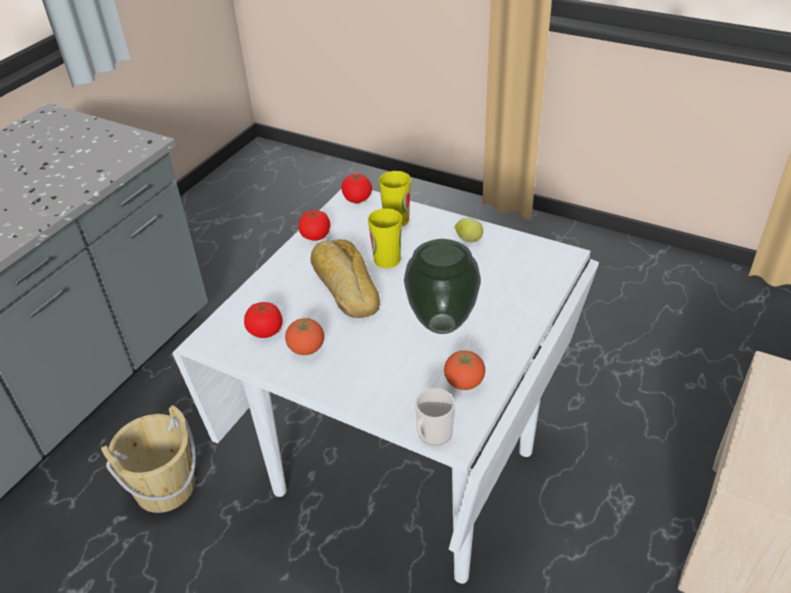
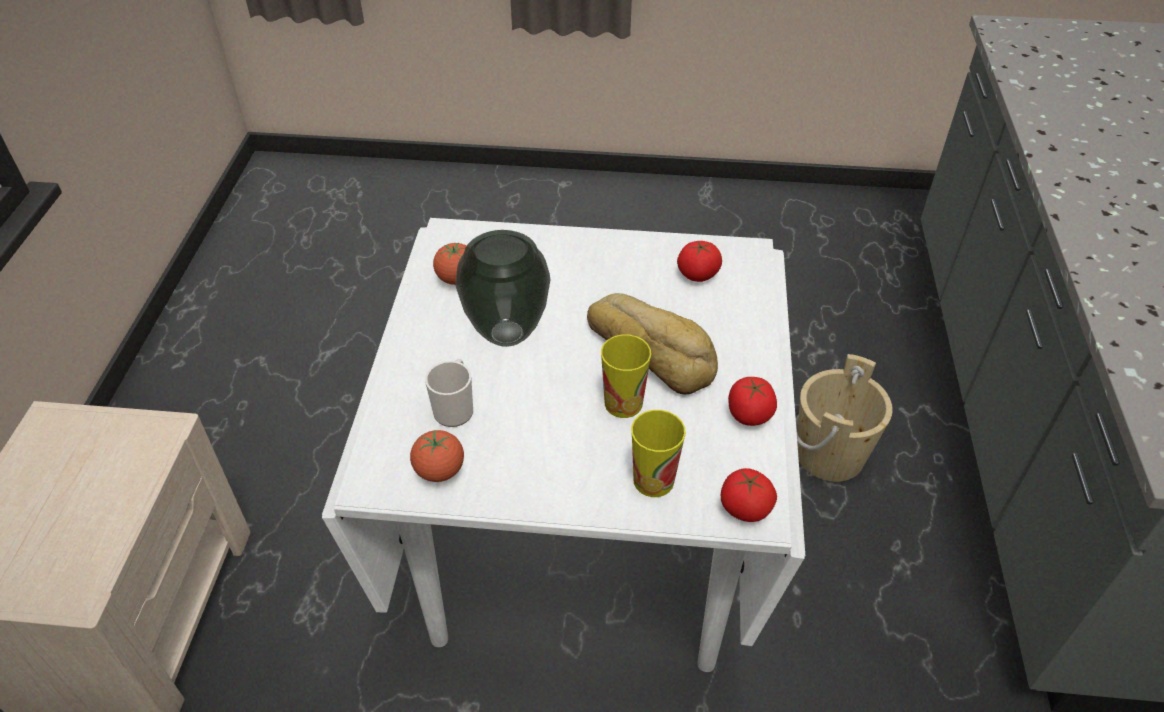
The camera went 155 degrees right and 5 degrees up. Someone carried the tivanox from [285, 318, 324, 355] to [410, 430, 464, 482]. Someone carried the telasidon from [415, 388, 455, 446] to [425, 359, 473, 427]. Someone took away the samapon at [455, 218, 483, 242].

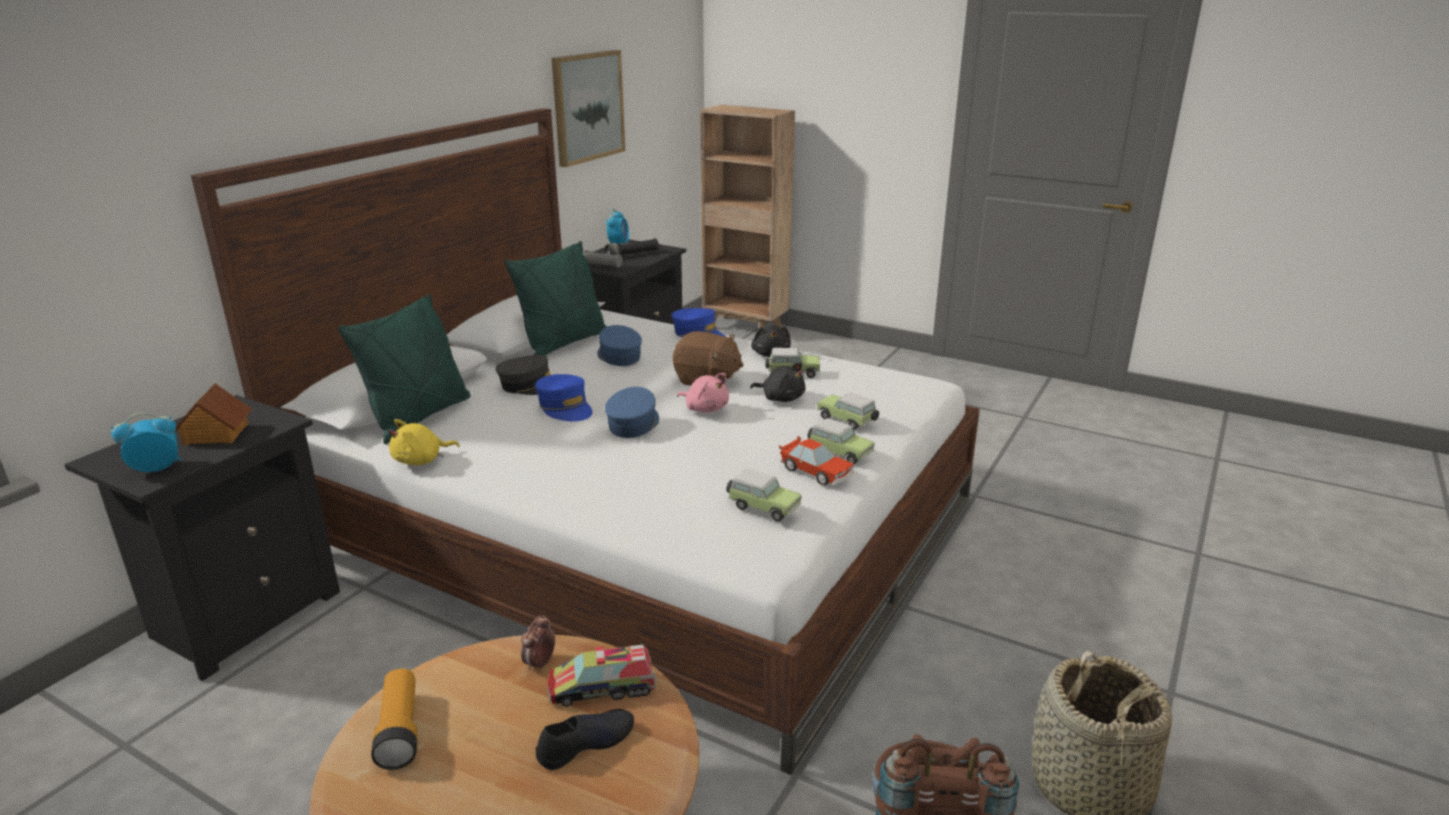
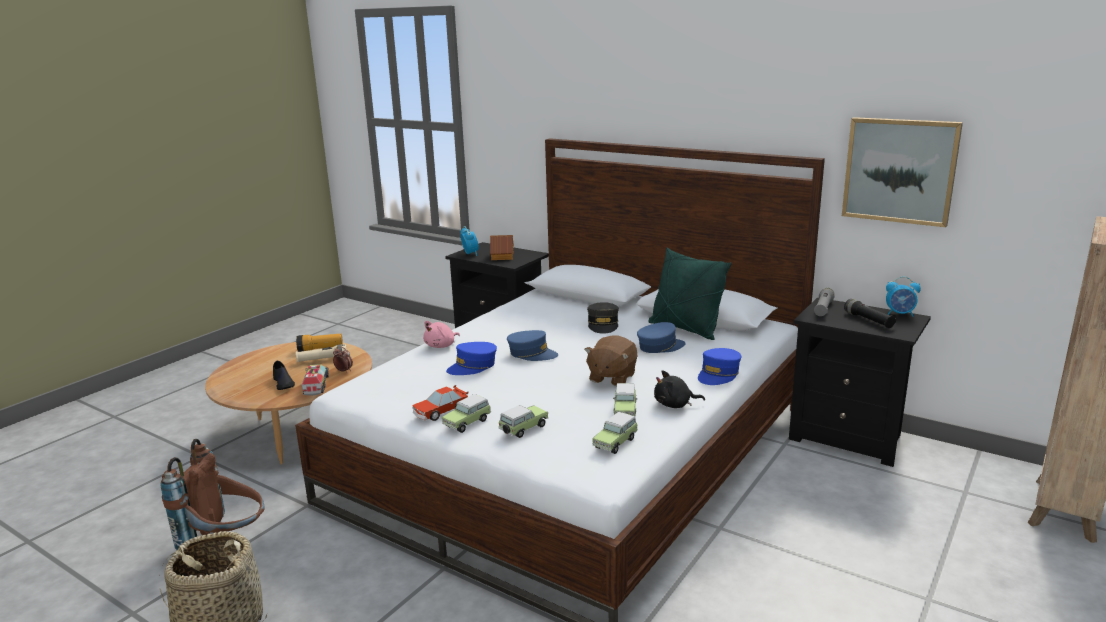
The camera went 95 degrees right and 5 degrees down. Someone took away the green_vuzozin at [338, 294, 471, 444]. Someone took away the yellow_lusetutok at [388, 419, 460, 465]. Someone carried the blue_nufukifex from [535, 374, 592, 422] to [446, 342, 497, 375]. Someone carried the pink_lusetutok from [677, 373, 729, 413] to [423, 321, 460, 348]. Someone carried the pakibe from [726, 469, 802, 522] to [592, 412, 638, 454]. Someone took away the black_lusetutok at [750, 363, 806, 402]. Someone put down the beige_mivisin at [296, 344, 347, 363].

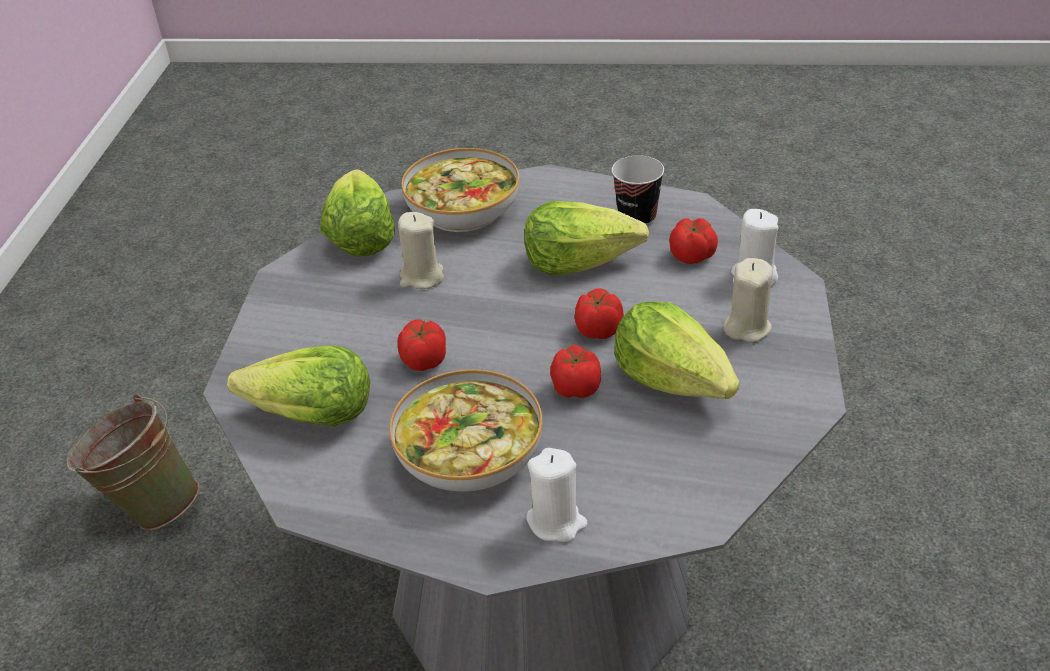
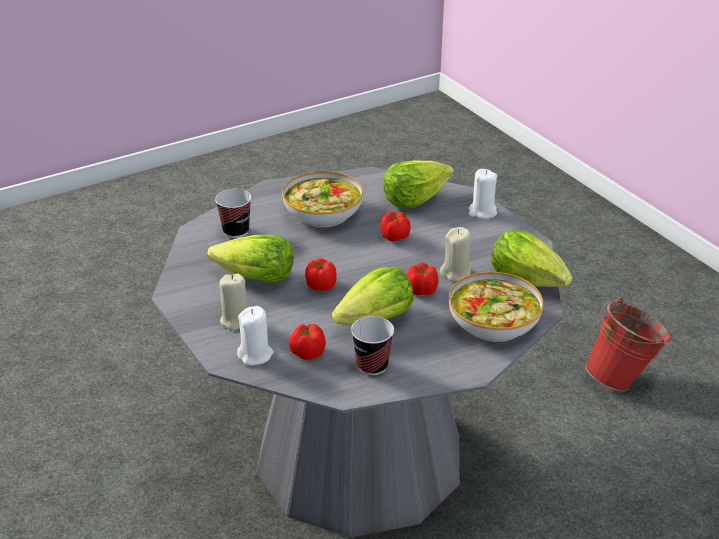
The camera went 140 degrees right and 5 degrees down. Someone repainted the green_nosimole at [66, 394, 199, 530], which became the red_nosimole at [586, 298, 671, 391]. Someone carried the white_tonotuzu from [526, 448, 588, 542] to [468, 169, 497, 219]. Someone carried the tivanox from [550, 345, 601, 398] to [406, 263, 439, 295]. Someone put down the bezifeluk at [215, 189, 251, 238].

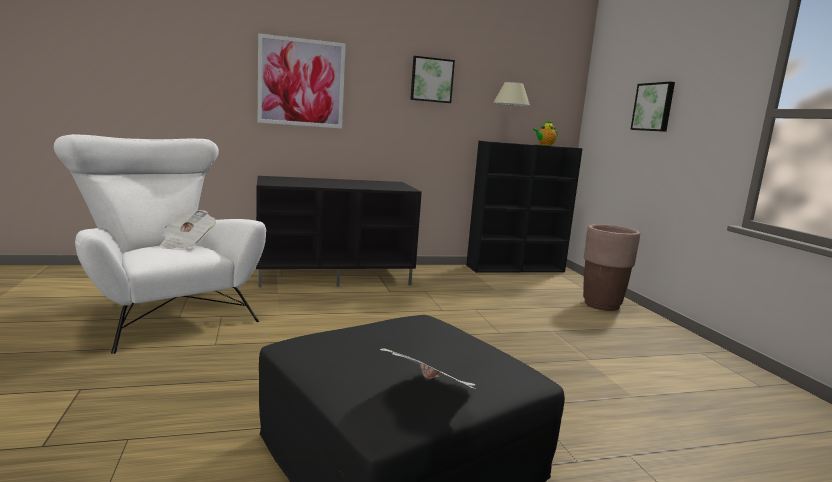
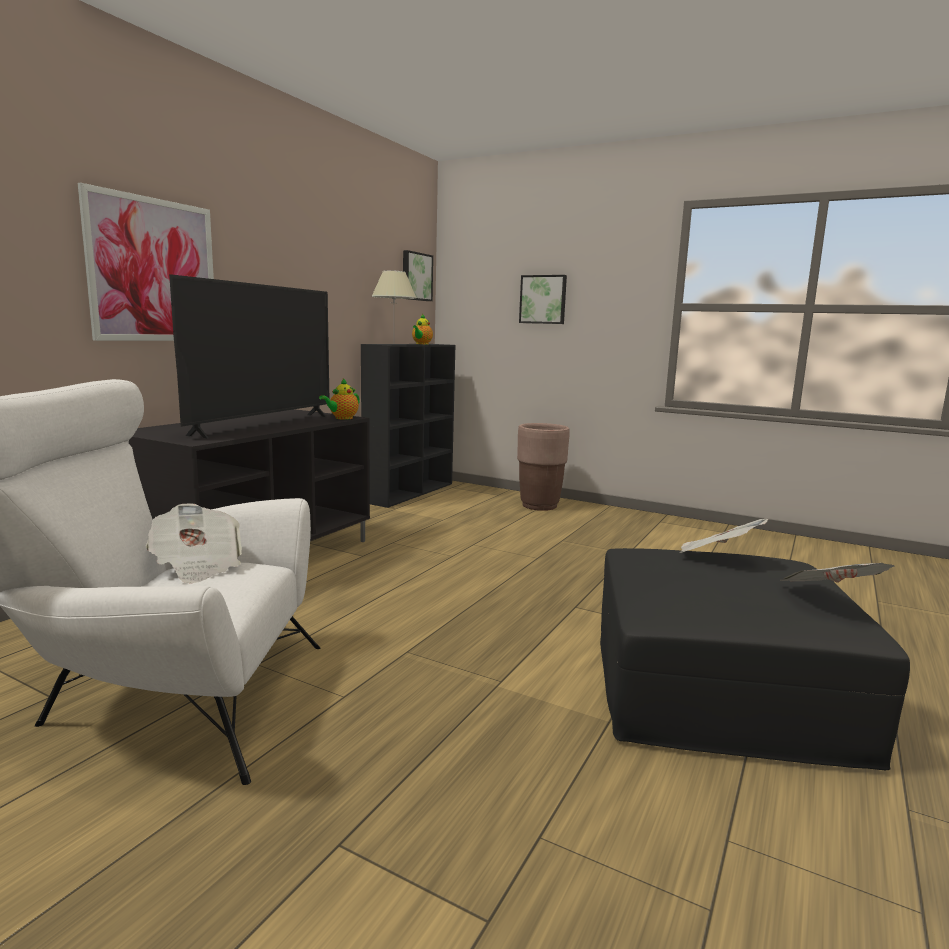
The camera went 45 degrees left and 0 degrees up. Someone carried the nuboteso from [410, 56, 455, 103] to [403, 250, 433, 301]. Someone put down the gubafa at [169, 274, 329, 438]. Someone put down the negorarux at [319, 378, 360, 420]. Someone put down the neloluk at [680, 519, 768, 553].

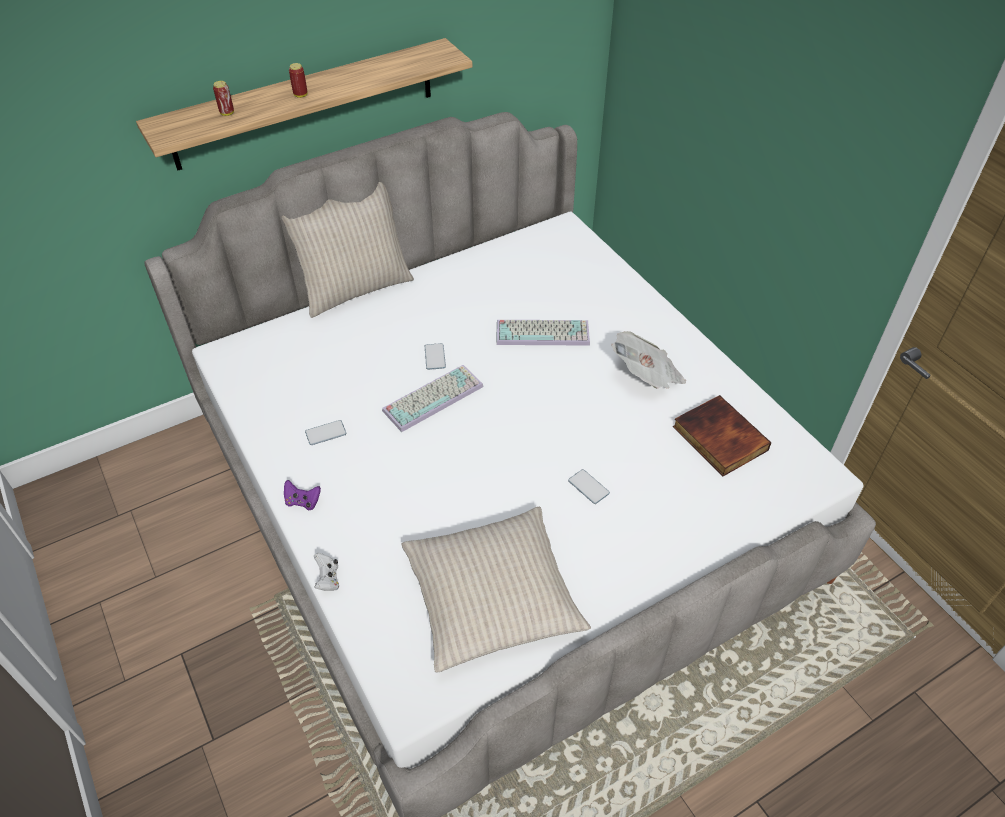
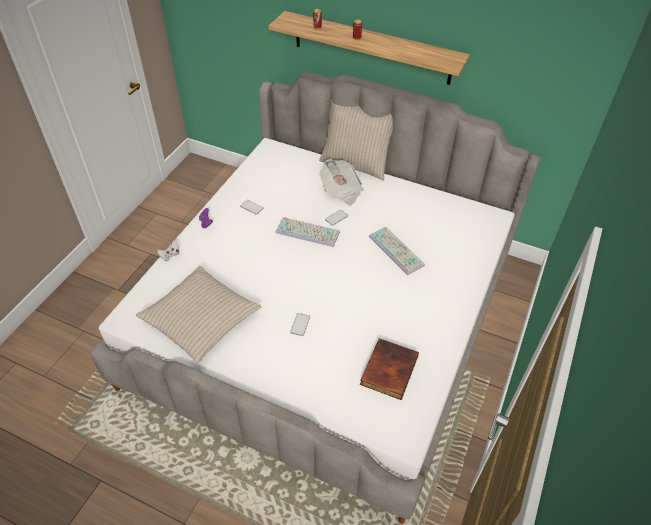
The camera went 55 degrees right and 0 degrees up. Someone carried the neloluk from [611, 331, 686, 389] to [320, 159, 364, 205].

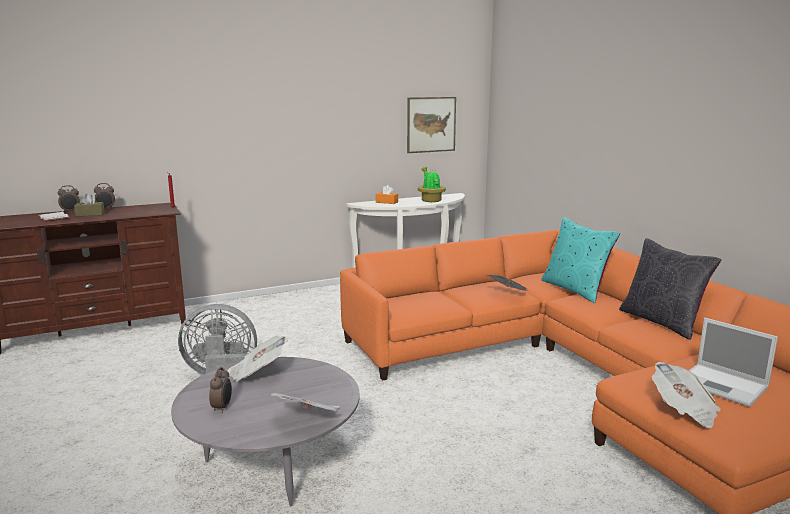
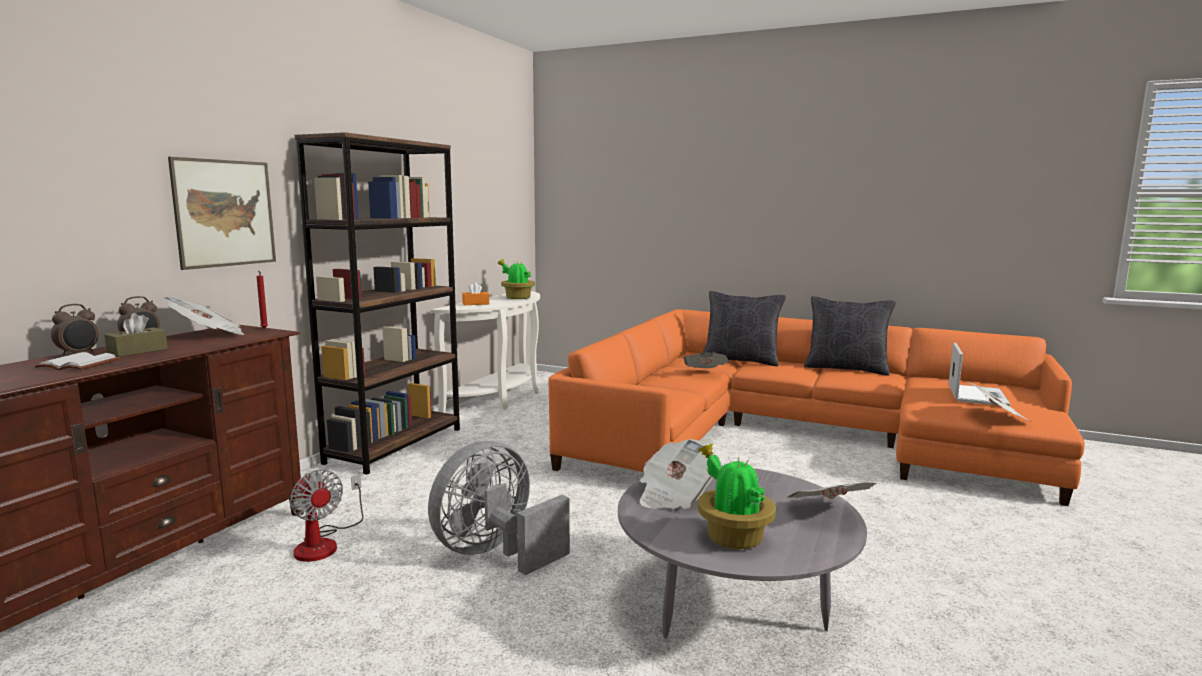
The camera went 40 degrees left and 5 degrees down. Someone swapped the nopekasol at [209, 367, 232, 413] for the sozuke at [698, 444, 776, 549]. Someone carried the nuboteso from [407, 97, 456, 153] to [168, 157, 276, 270]. Someone repainted the turquoise_vuzozin at [541, 217, 620, 303], which became the black_vuzozin at [703, 291, 786, 366]. Someone rotated the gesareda at [689, 318, 778, 407] by 75 degrees counterclockwise. Someone put down the neloluk at [163, 297, 244, 335]. Someone put down the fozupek at [290, 470, 363, 562]. Someone put down the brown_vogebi at [294, 132, 460, 475].

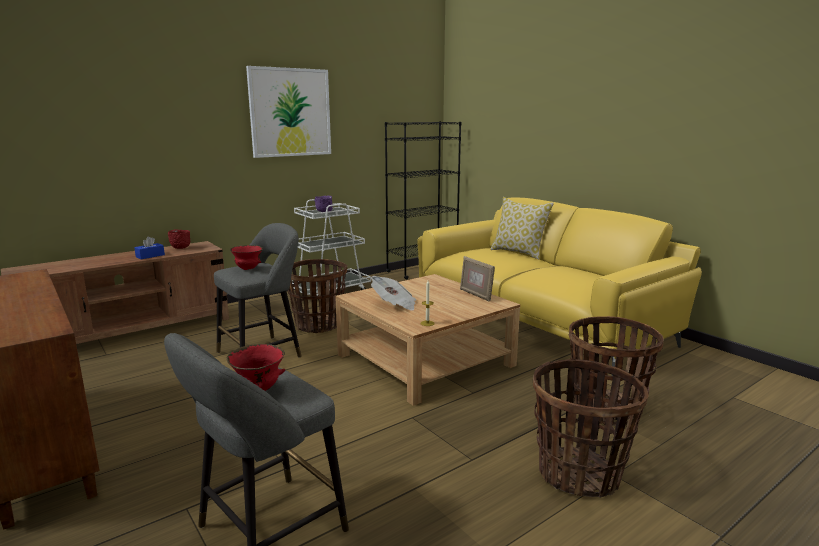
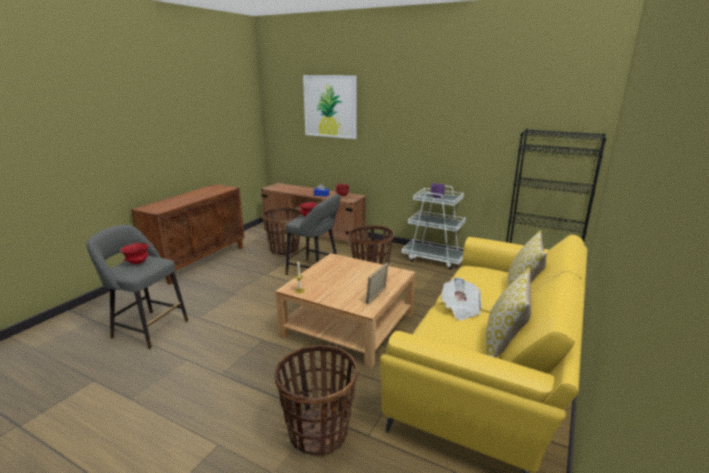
The camera went 65 degrees right and 5 degrees up. Someone carried the nuboteso from [246, 66, 331, 158] to [303, 75, 357, 139]. Someone carried the neloluk from [371, 276, 416, 311] to [441, 277, 482, 320]. Someone carried the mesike from [533, 359, 649, 498] to [262, 207, 302, 255]. Someone put down the vuzozin at [486, 268, 531, 358].

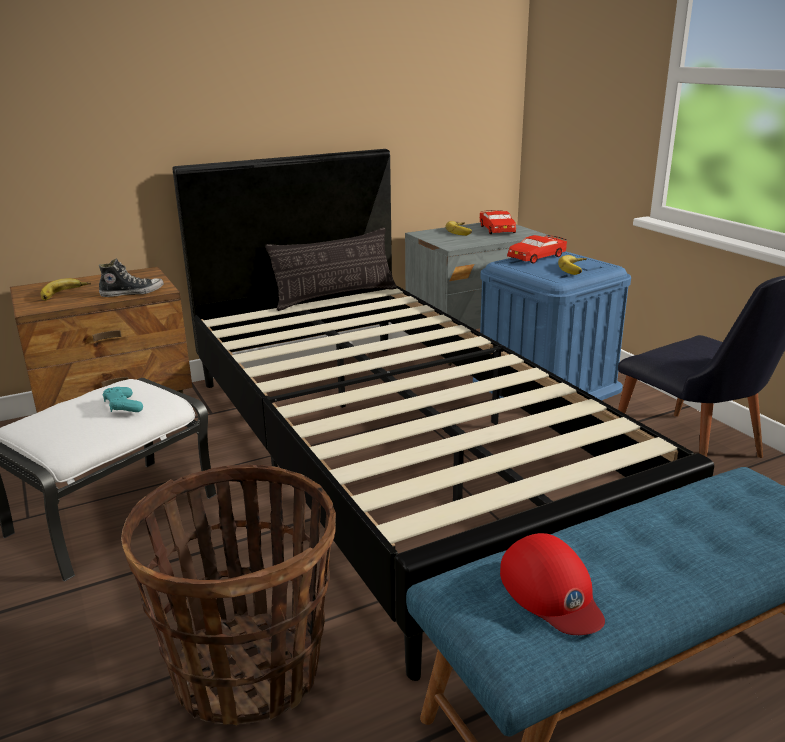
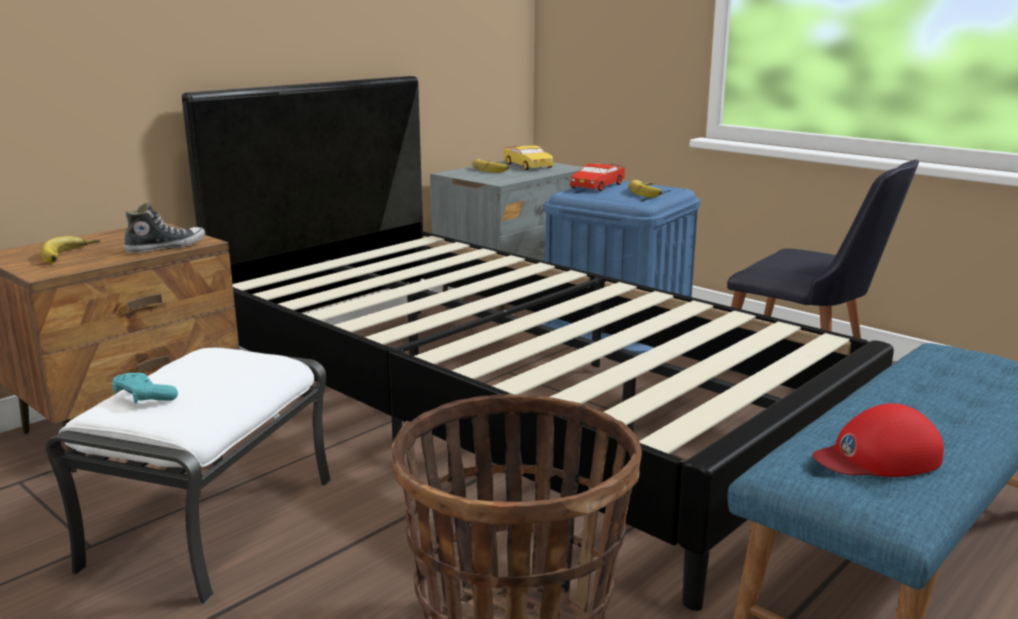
The camera went 20 degrees left and 5 degrees down. Someone carried the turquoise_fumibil from [103, 387, 143, 412] to [112, 373, 178, 404]. Someone took away the vuzozin at [265, 228, 397, 311]. Someone repainted the red_pakibe at [480, 210, 516, 234], which became the yellow_pakibe at [504, 146, 554, 170]. Someone rotated the red_nufukifex at [500, 533, 605, 635] by 120 degrees clockwise.

